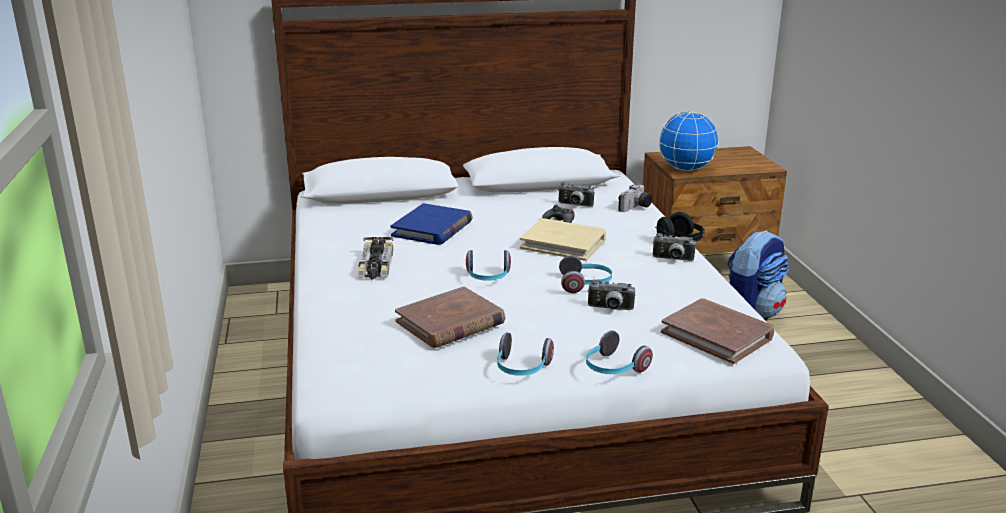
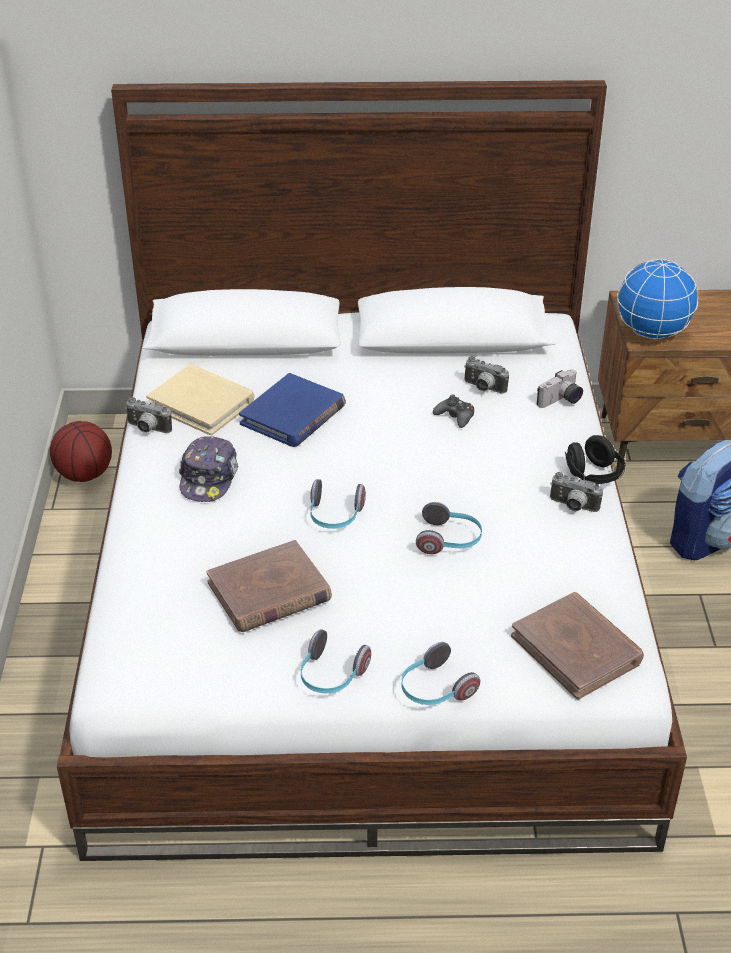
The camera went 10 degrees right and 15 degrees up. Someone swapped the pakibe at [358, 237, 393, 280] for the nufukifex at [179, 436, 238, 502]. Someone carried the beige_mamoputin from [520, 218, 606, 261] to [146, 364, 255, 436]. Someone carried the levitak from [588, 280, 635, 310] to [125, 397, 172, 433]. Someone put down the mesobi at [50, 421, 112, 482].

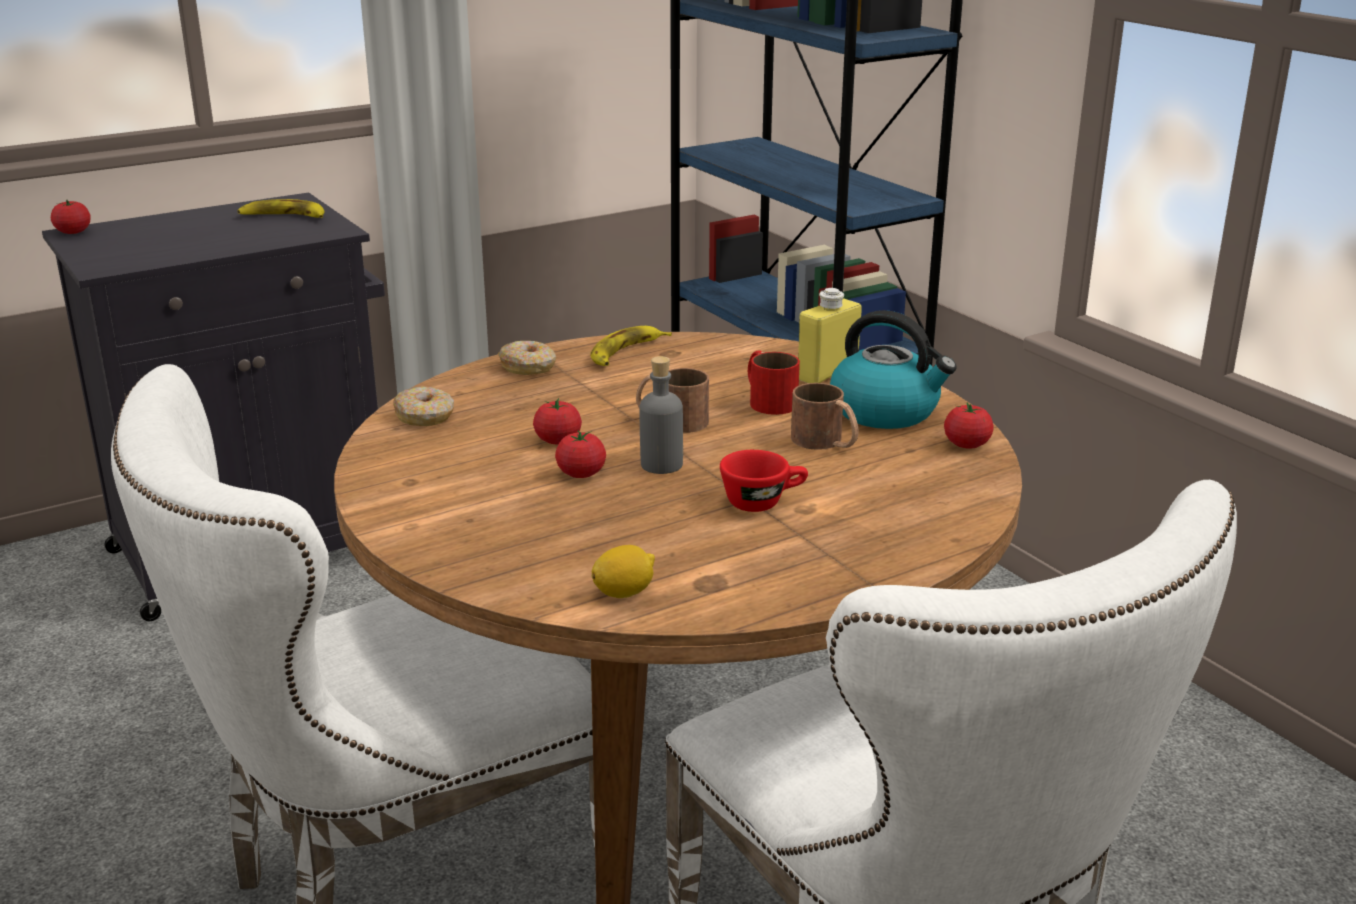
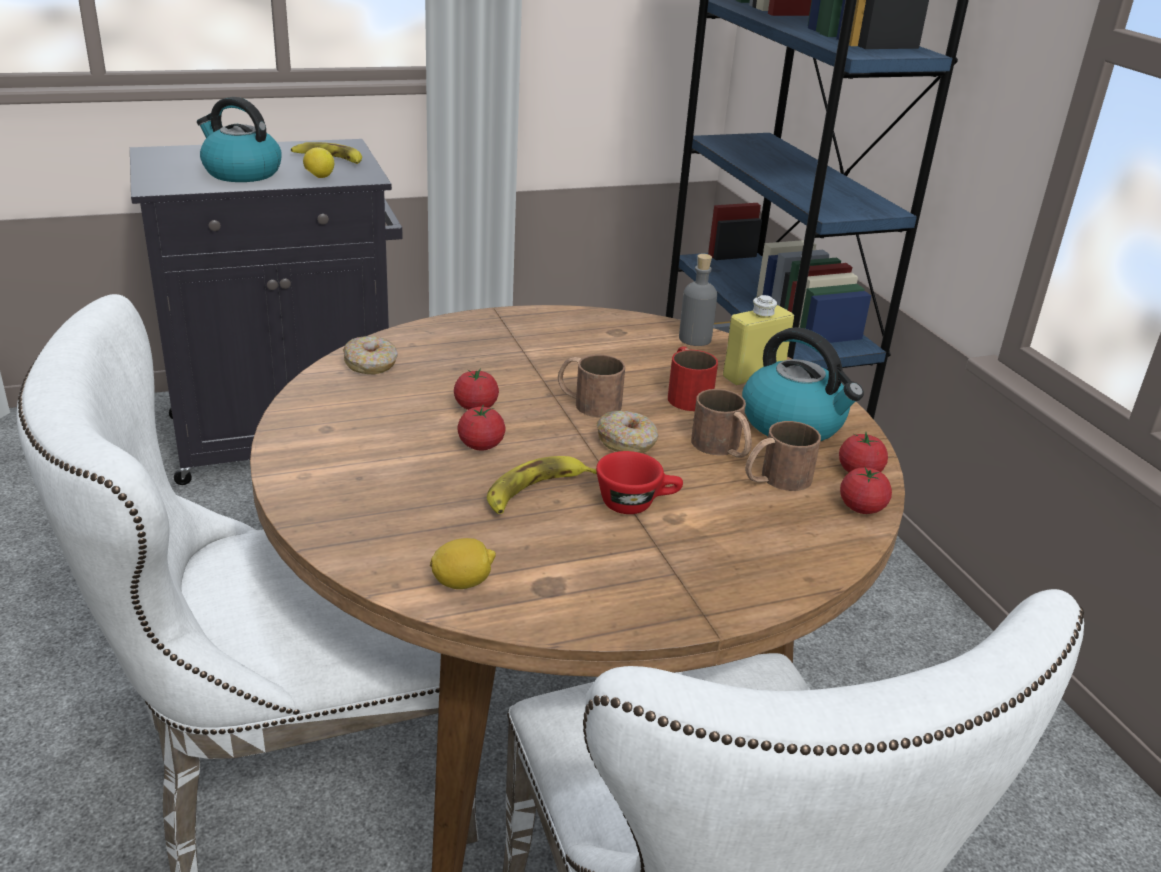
The camera went 10 degrees right and 5 degrees up. Someone carried the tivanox from [51, 200, 91, 234] to [840, 467, 892, 514]. Someone carried the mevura from [498, 341, 556, 375] to [596, 411, 659, 453]. Someone carried the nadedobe from [590, 326, 672, 366] to [487, 456, 597, 514]. Someone carried the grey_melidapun from [639, 356, 683, 474] to [679, 254, 717, 346]. Someone put down the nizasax at [197, 97, 282, 182]. Someone put down the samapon at [303, 147, 334, 178]. Someone put down the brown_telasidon at [745, 421, 821, 491].

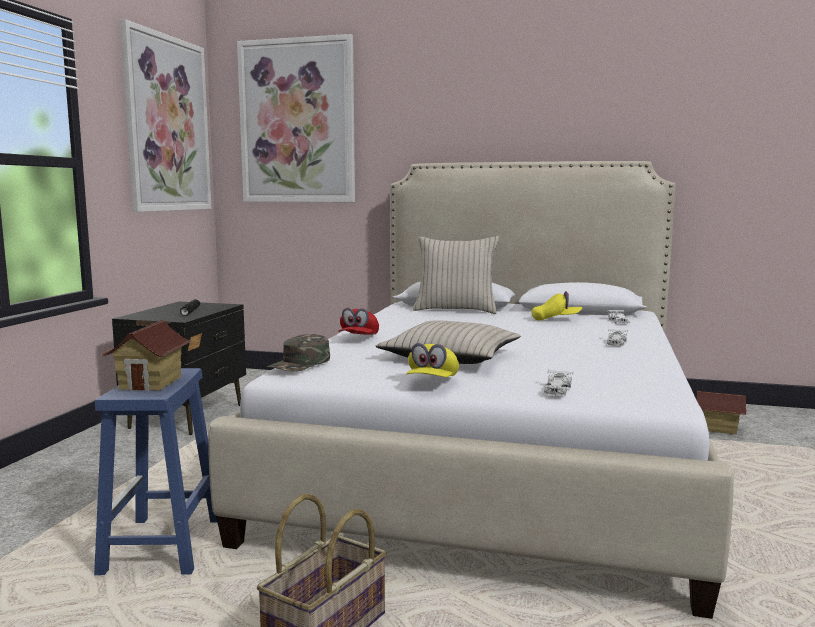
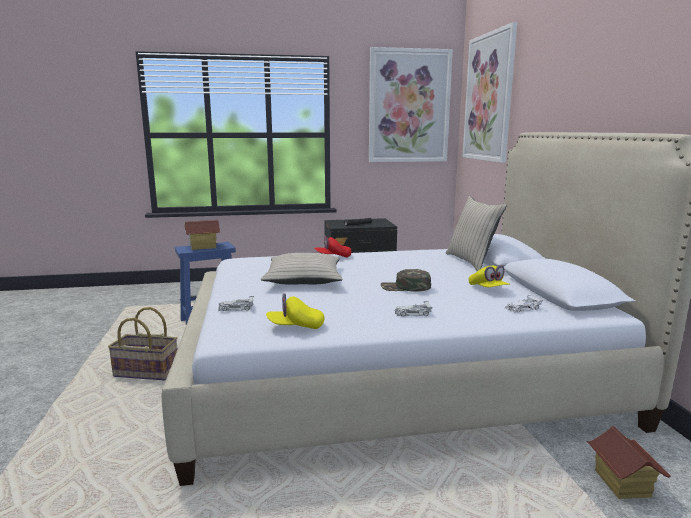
The camera went 65 degrees right and 5 degrees up. Someone carried the green_nufukifex from [266, 334, 330, 372] to [381, 269, 431, 292]. Someone carried the yellow_nufukifex from [406, 343, 459, 377] to [266, 293, 325, 329].

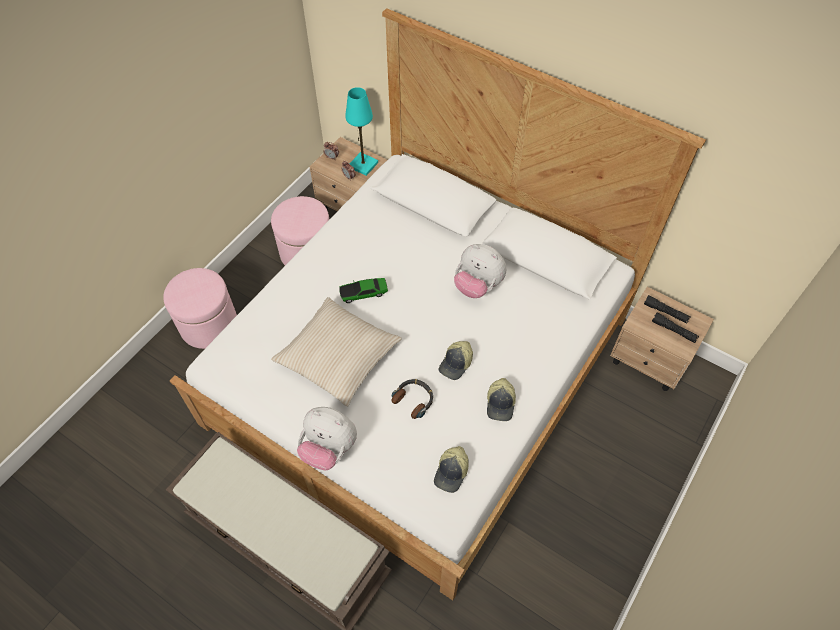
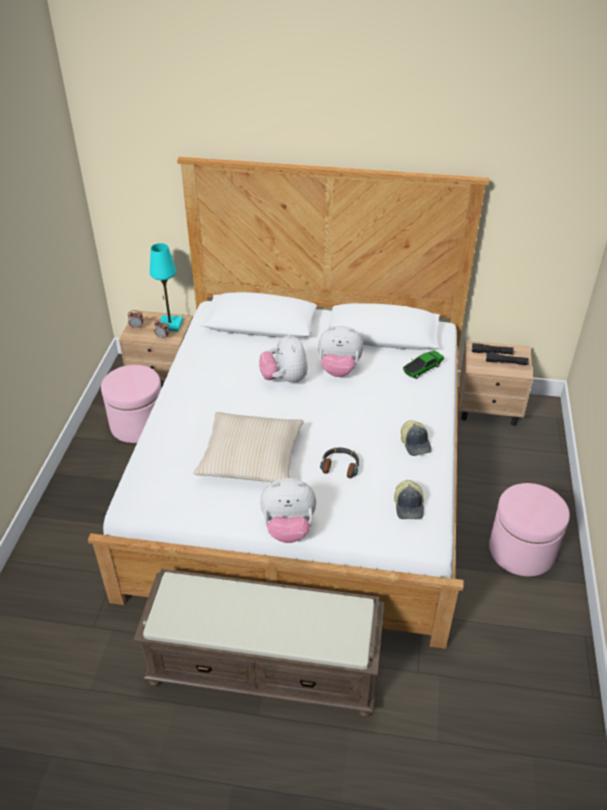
The camera went 25 degrees left and 15 degrees down. Someone carried the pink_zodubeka from [163, 268, 237, 349] to [489, 483, 570, 577]. Someone carried the pakibe from [339, 278, 388, 303] to [403, 350, 444, 379]. Someone took away the nufukifex at [439, 341, 473, 380]. Someone put down the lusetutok at [259, 333, 308, 384].

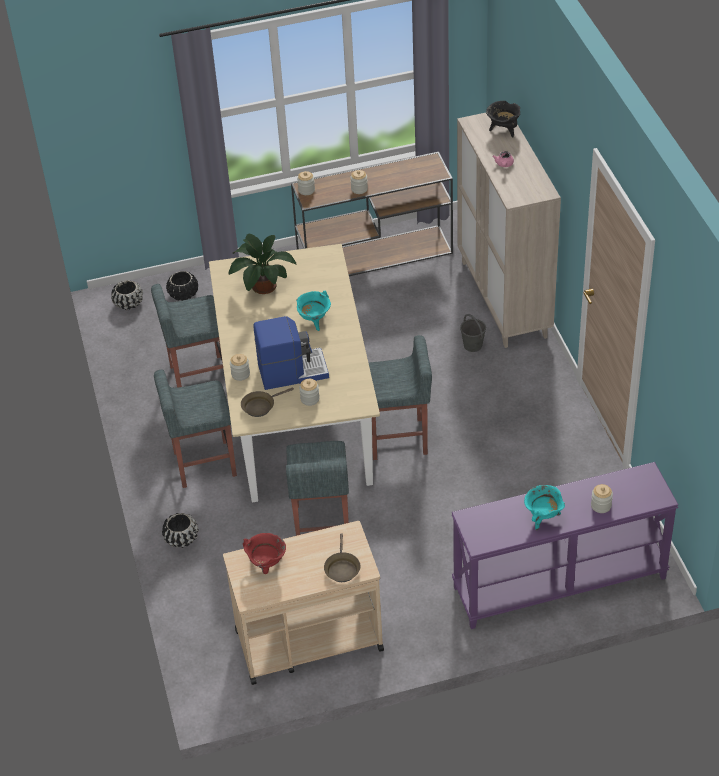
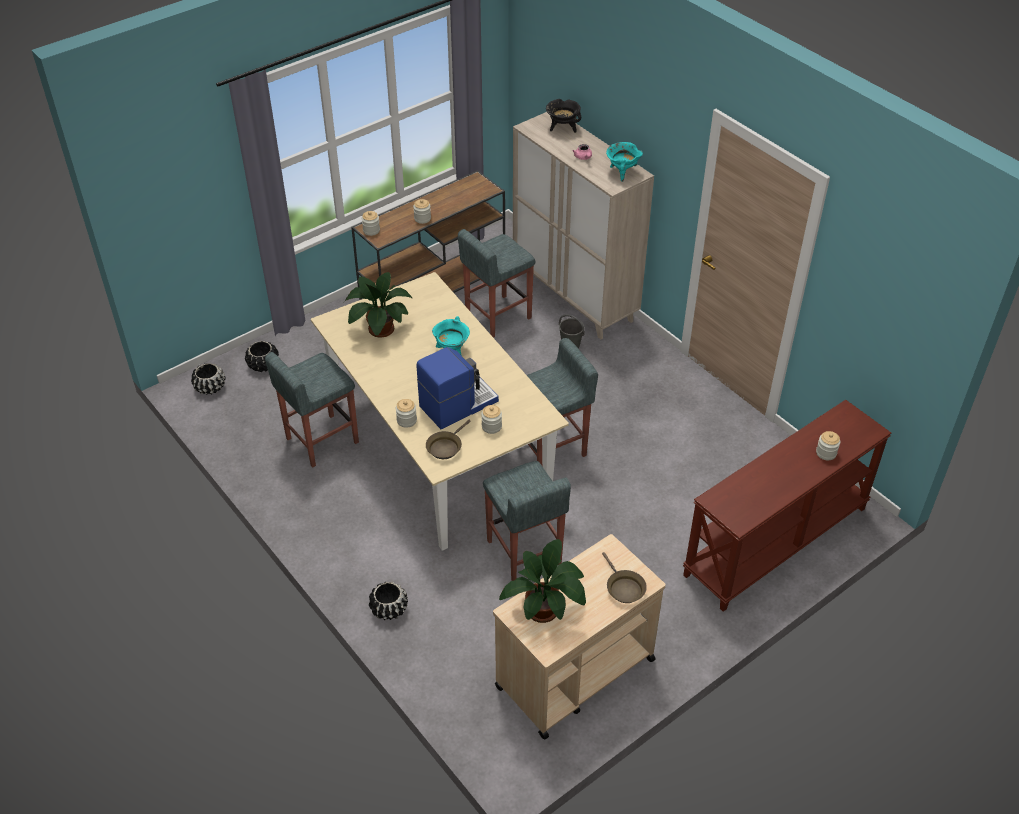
The camera went 25 degrees left and 0 degrees up. Someone carried the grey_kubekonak from [154, 369, 237, 488] to [458, 229, 535, 338]. Someone swapped the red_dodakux at [243, 533, 286, 574] for the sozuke at [499, 539, 586, 623]. Someone repainted the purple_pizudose at [452, 462, 678, 629], which became the brown_pizudose at [683, 399, 891, 612]. Someone carried the turquoise_dodakux from [524, 485, 565, 530] to [606, 142, 643, 182].

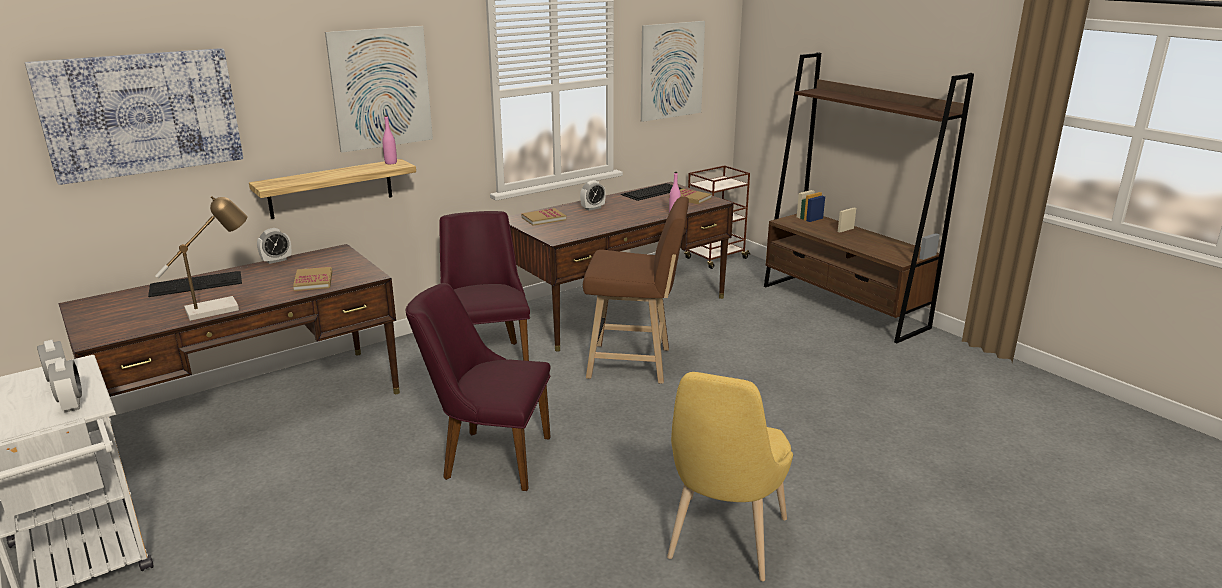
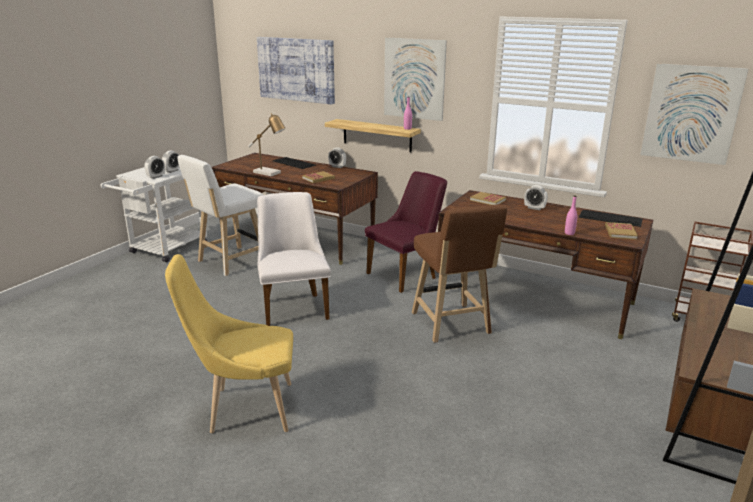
The camera went 65 degrees right and 0 degrees up. Someone repainted the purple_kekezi at [405, 283, 551, 491], which became the white_kekezi at [257, 192, 331, 326]. Someone put down the white_kubekonak at [177, 155, 263, 276].

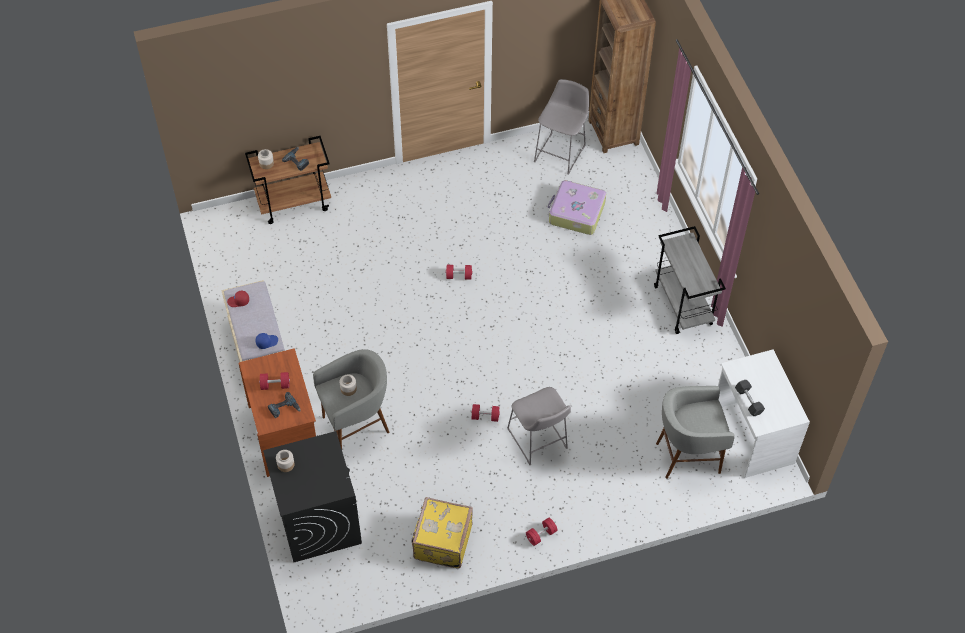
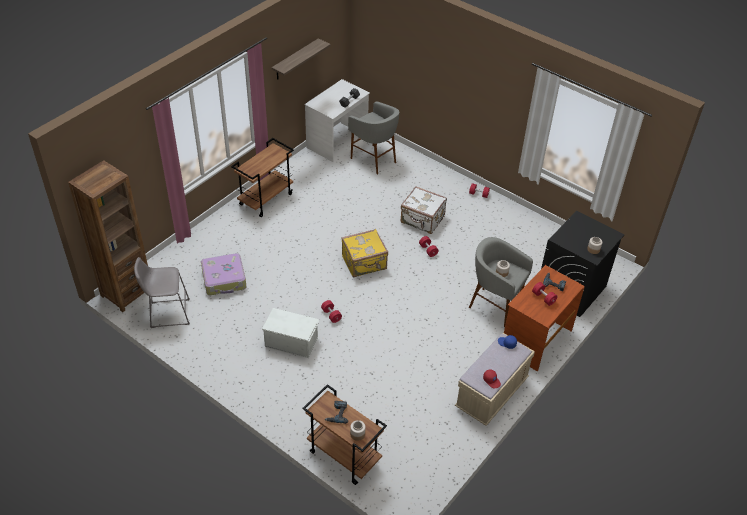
The camera went 125 degrees left and 10 degrees down. Someone carried the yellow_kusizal from [411, 497, 473, 569] to [341, 229, 388, 278]. Someone swapped the grey_kubekonak at [507, 387, 571, 465] for the white_kusizal at [401, 186, 447, 234]. Someone repainted the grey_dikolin at [654, 226, 726, 334], which became the brown_dikolin at [231, 138, 294, 217]. Someone put down the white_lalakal at [262, 308, 320, 358]. Someone put up the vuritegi at [272, 38, 331, 80].

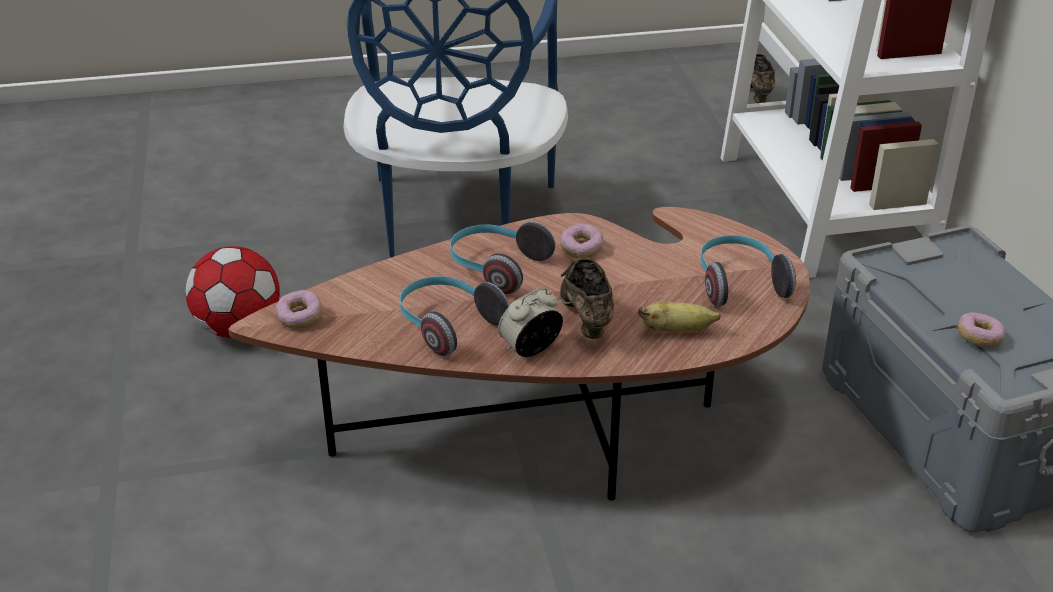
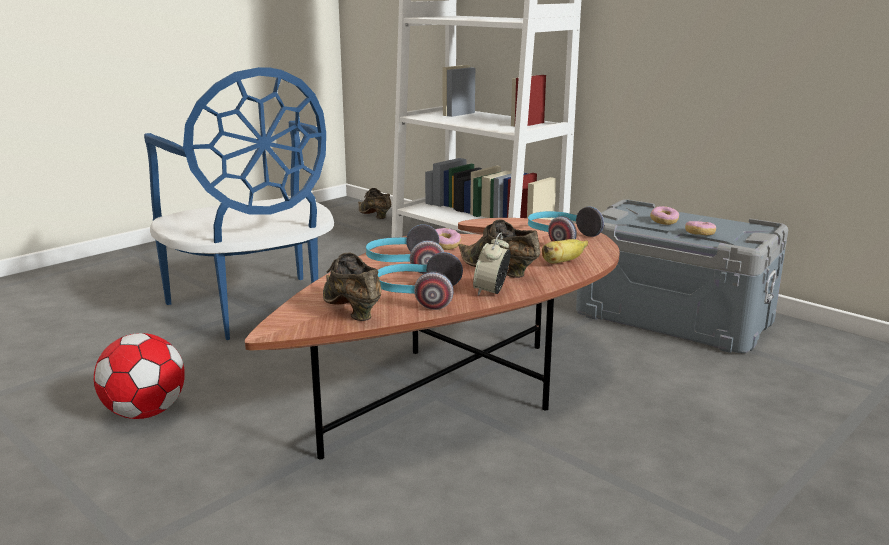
The camera went 35 degrees left and 15 degrees down. Someone carried the mevura from [275, 290, 323, 329] to [650, 206, 679, 225]. Someone put down the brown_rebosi at [323, 252, 381, 321].

